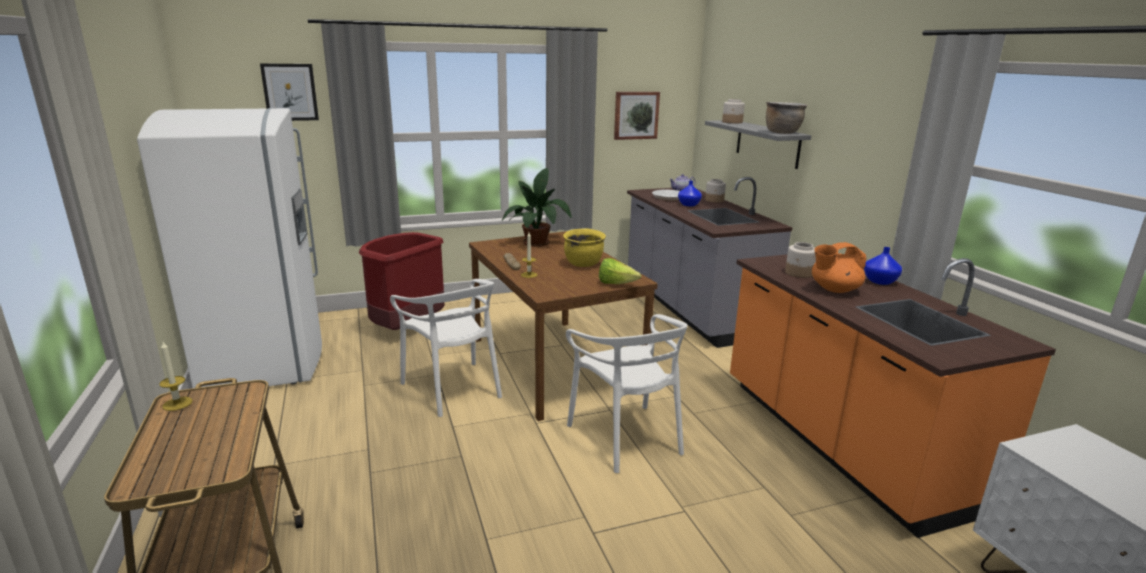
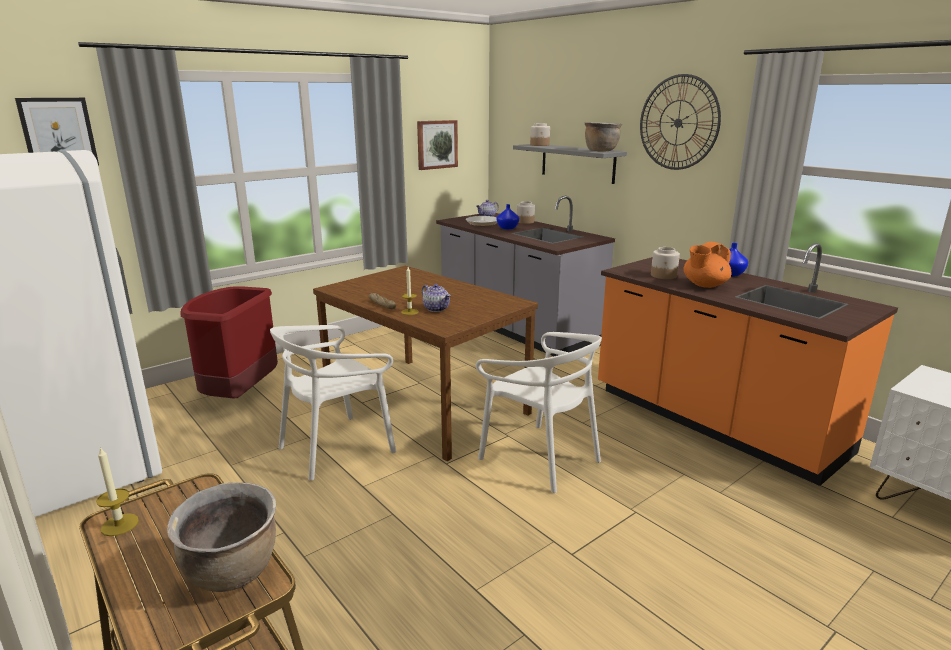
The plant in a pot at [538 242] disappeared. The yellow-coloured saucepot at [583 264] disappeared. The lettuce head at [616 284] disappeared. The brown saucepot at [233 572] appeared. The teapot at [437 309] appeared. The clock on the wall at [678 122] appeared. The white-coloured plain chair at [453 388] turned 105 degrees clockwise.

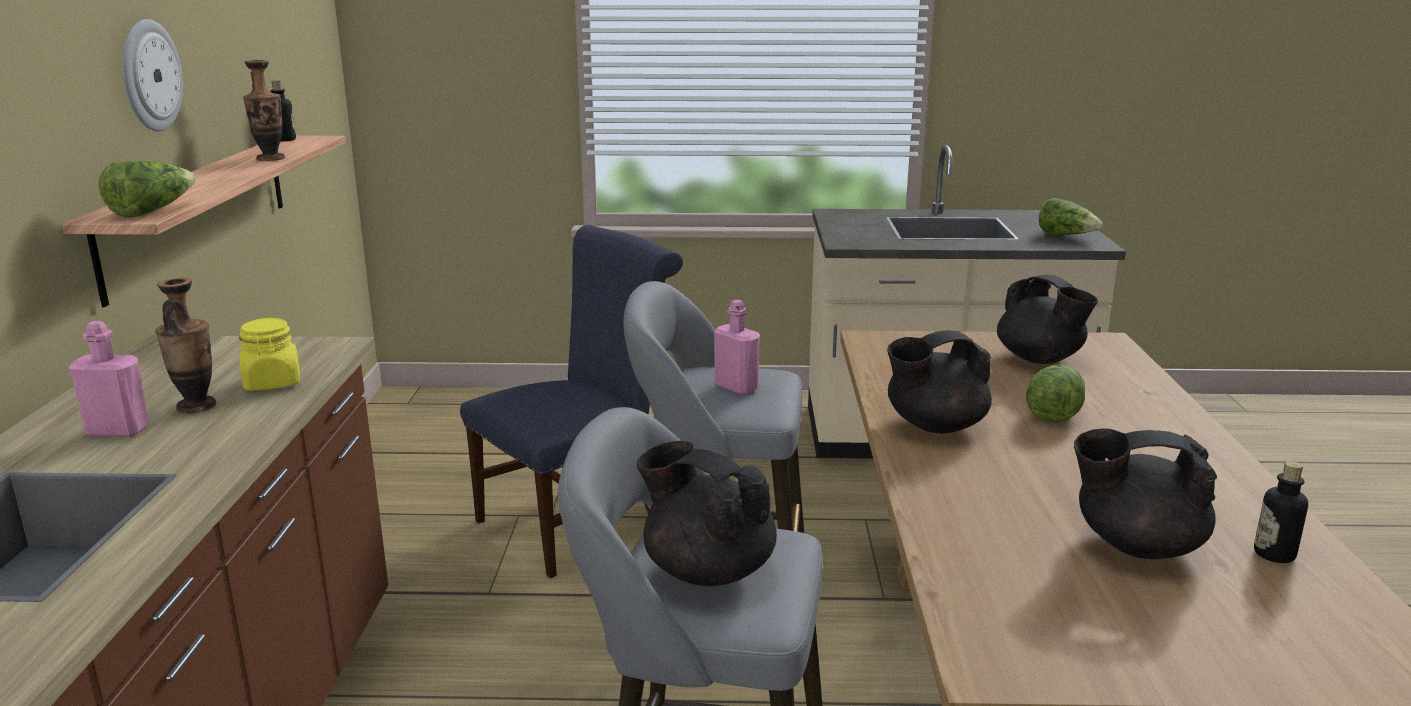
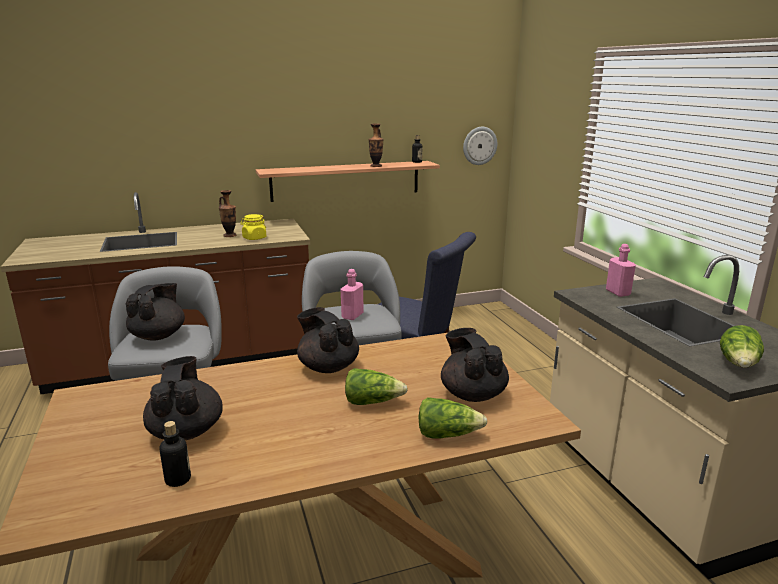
The pink beverage bottle moved from [118 431] to [618 292]. The lettuce head moved from [152 211] to [447 434]. The clock on the wall moved from [149 76] to [479 145]. The blackish teapot at [1040 359] turned 120 degrees clockwise.

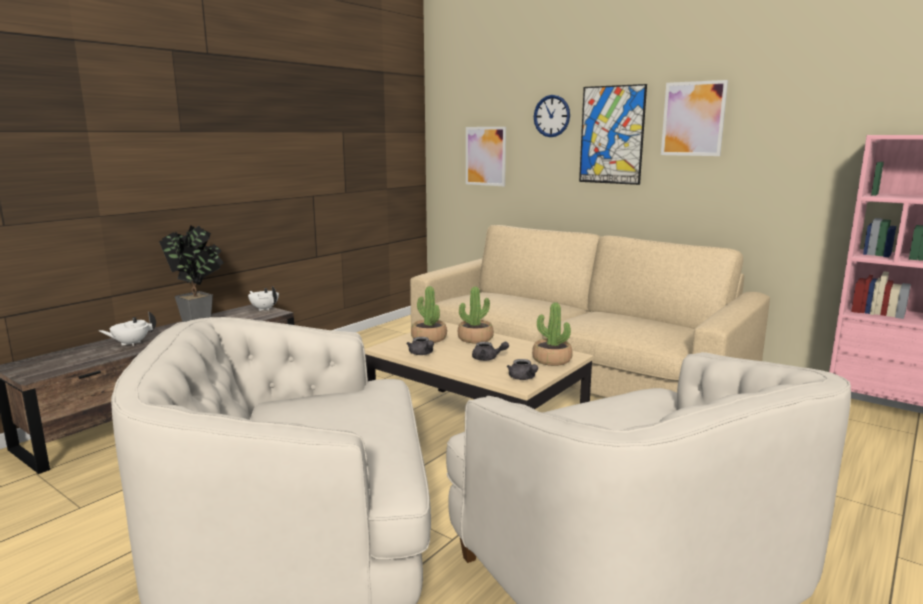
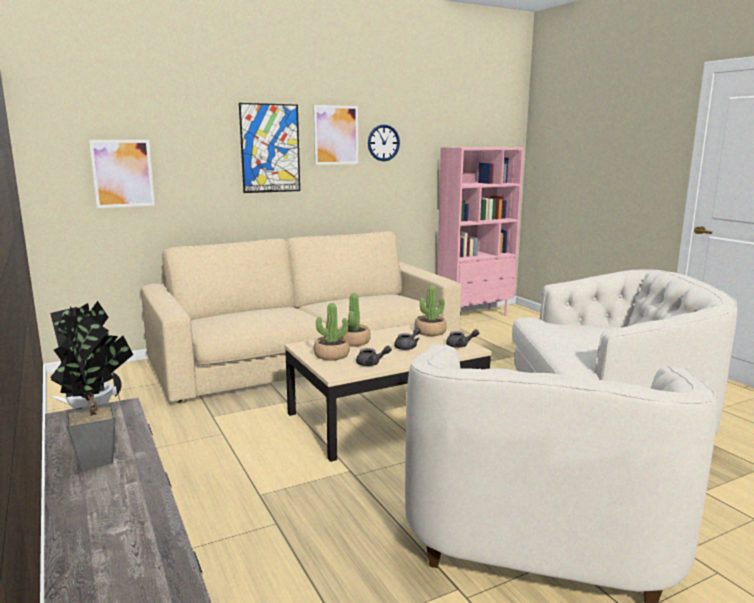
The white-coloured teapot at [131 343] disappeared. The clock on the wall moved from [551 116] to [383 143].

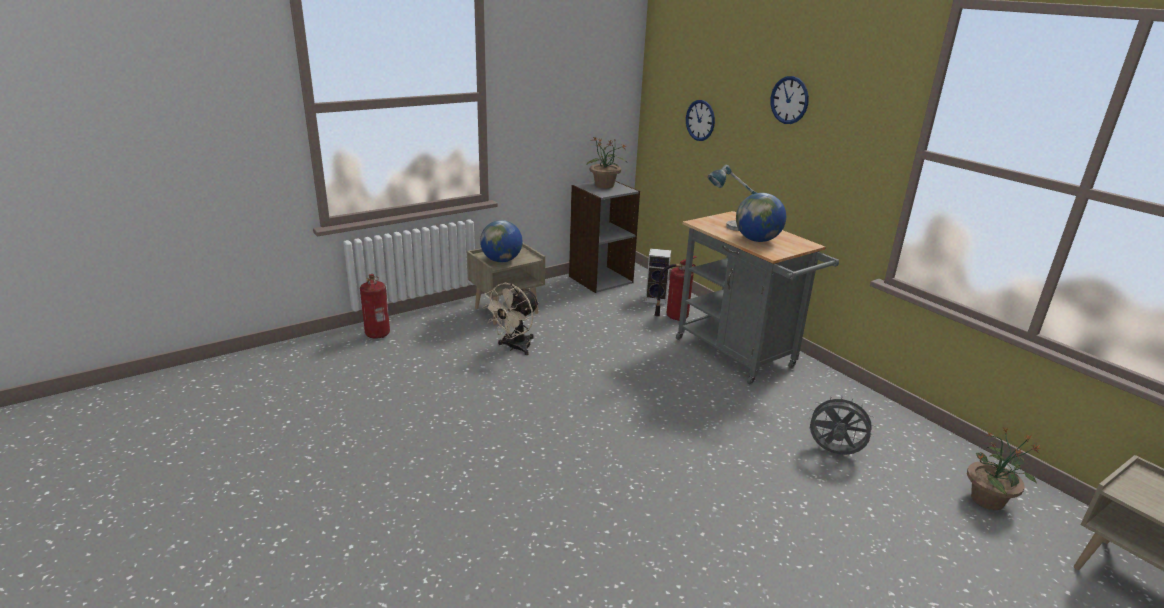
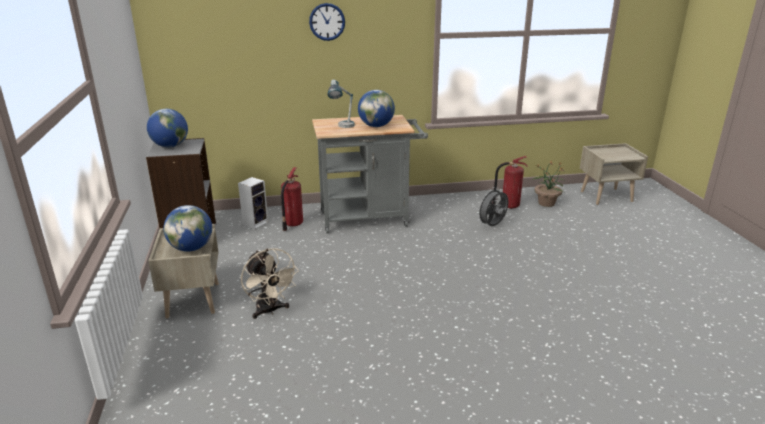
The clock on the wall at [700 120] disappeared. The fire extinguisher moved from [378 334] to [508 205]. The plant in a pot at [604 186] was replaced by the globe at [170 146].

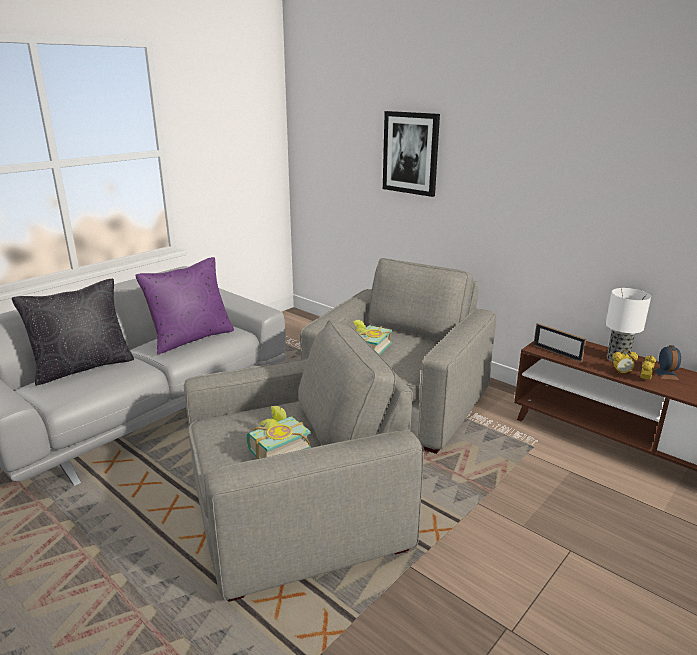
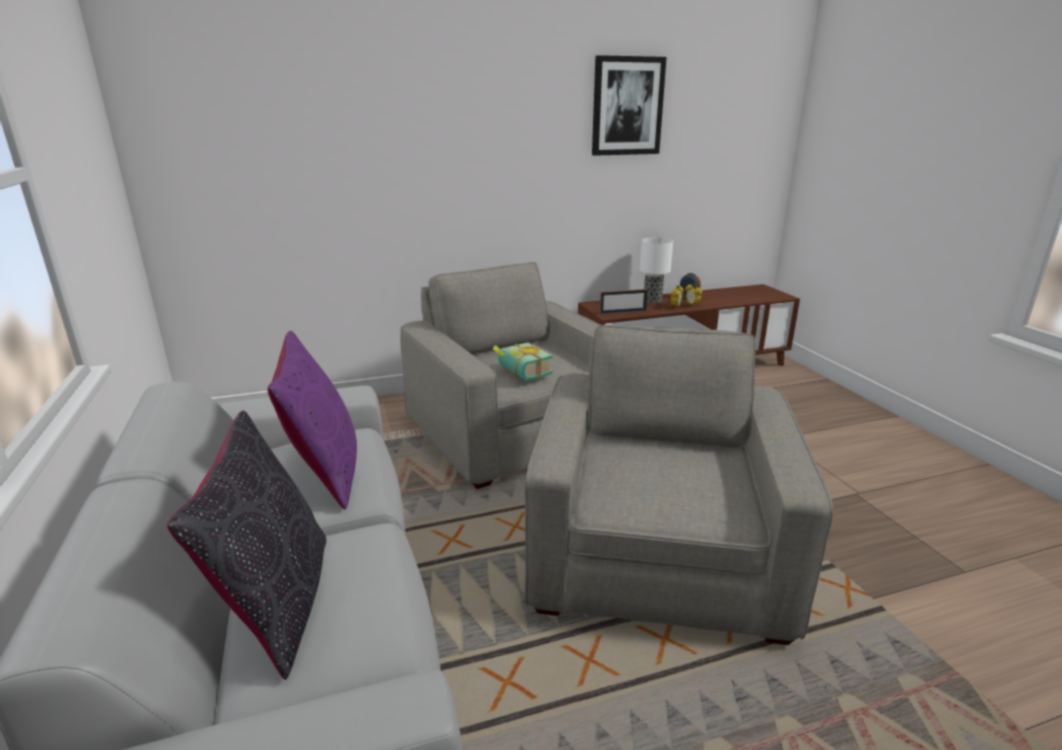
The book at [276 449] disappeared. The wall picture moved from [411 153] to [627 106].

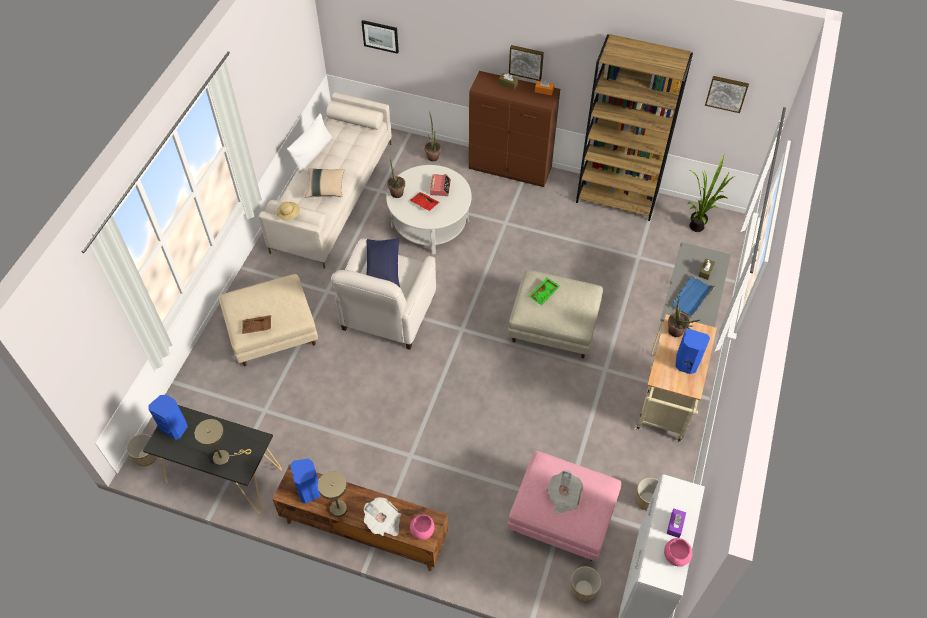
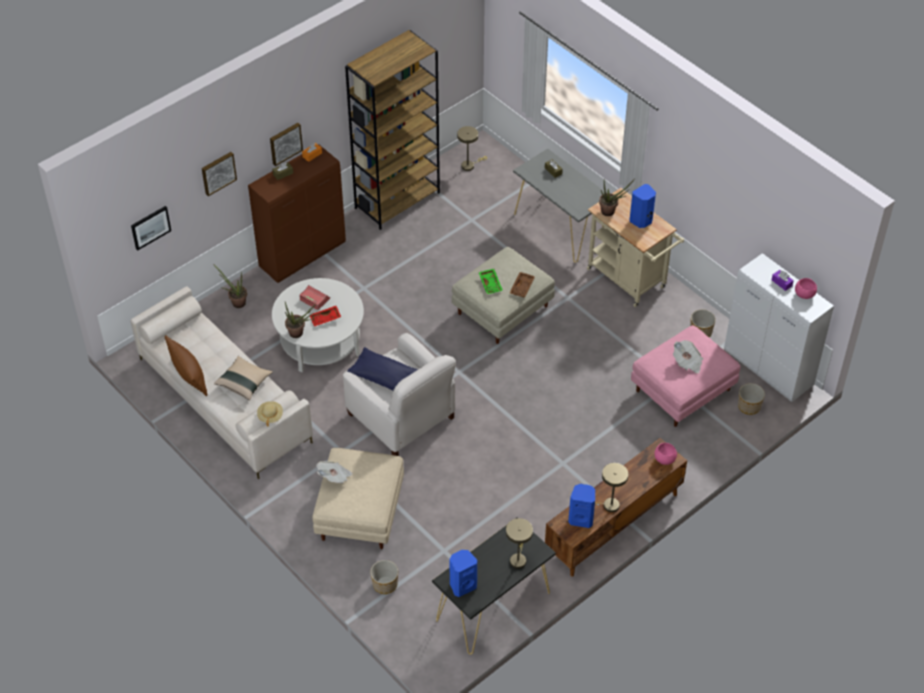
The blue serving tray at [691 297] disappeared. The planter moved from [147 456] to [385 584]. The brown serving tray moved from [257 327] to [522 287]. The newspaper moved from [383 522] to [335 477]. The wall picture moved from [726 93] to [218 172]. The plant in a pot at [699 225] was replaced by the sand-coloured lamp for a table at [469 165]. The white-coloured cushion at [312 153] became the brown cushion at [189 375].

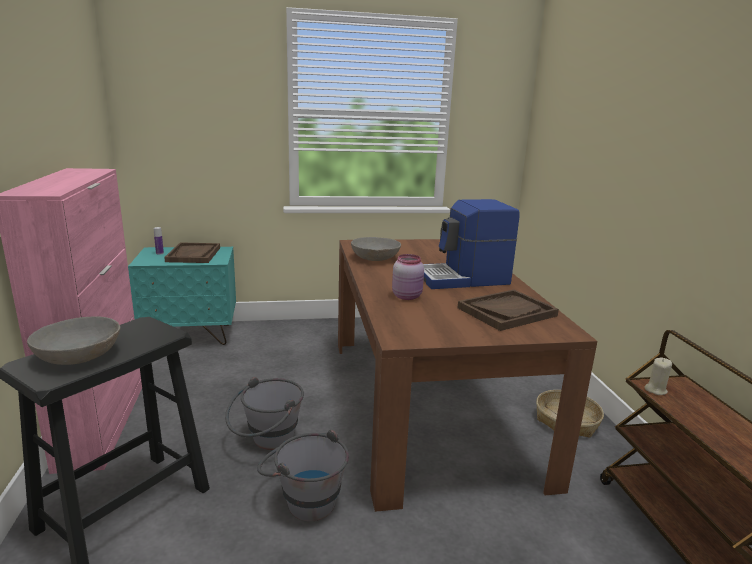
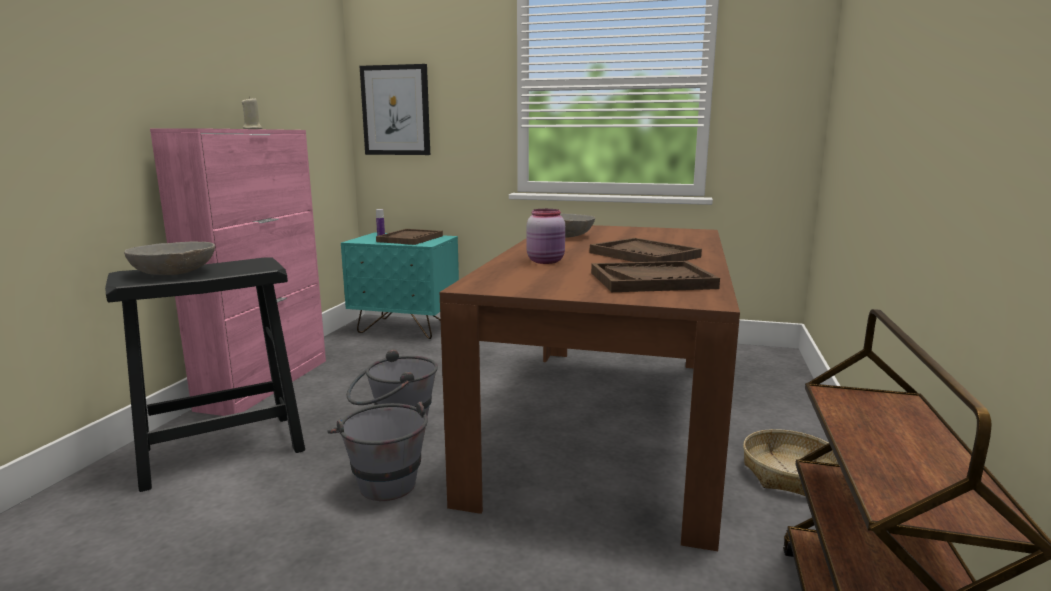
The wall picture at [396 110] appeared. The sand-coloured wax light moved from [655 390] to [253 129]. The coffee maker at [463 279] was replaced by the brown serving tray at [644 255].

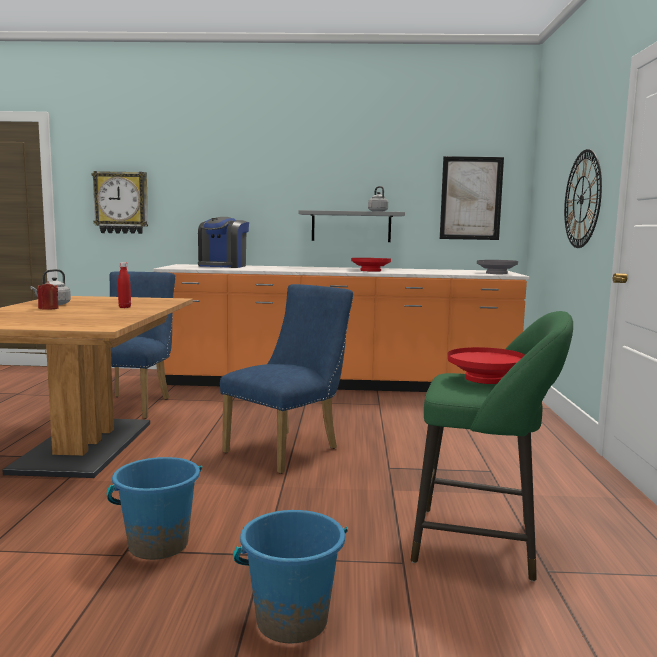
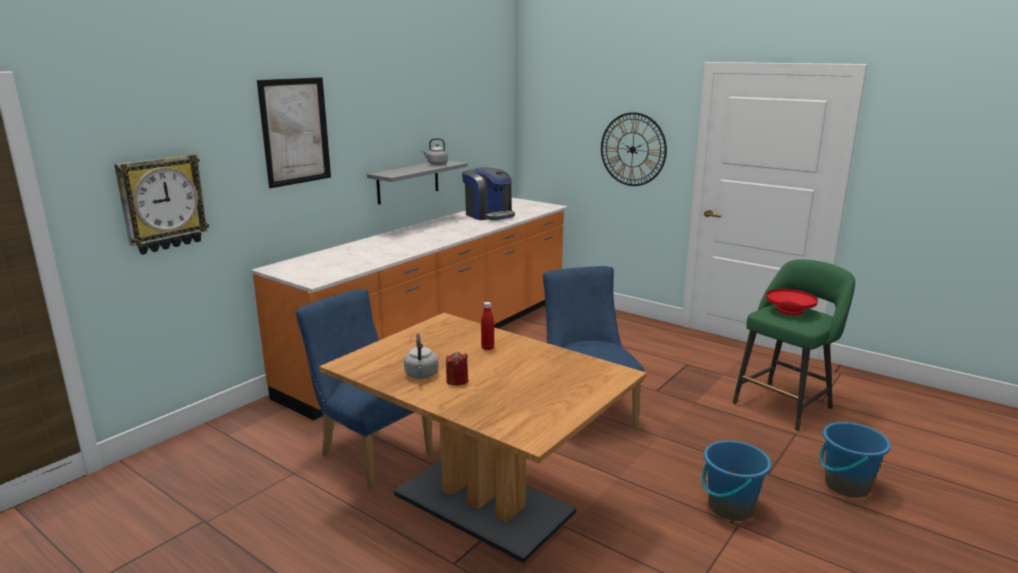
The red-coloured deep dish at [370 271] disappeared. The greyish deep dish at [496 273] disappeared. The coffee maker moved from [223 266] to [489 215]. The wall picture moved from [471 198] to [295 131].

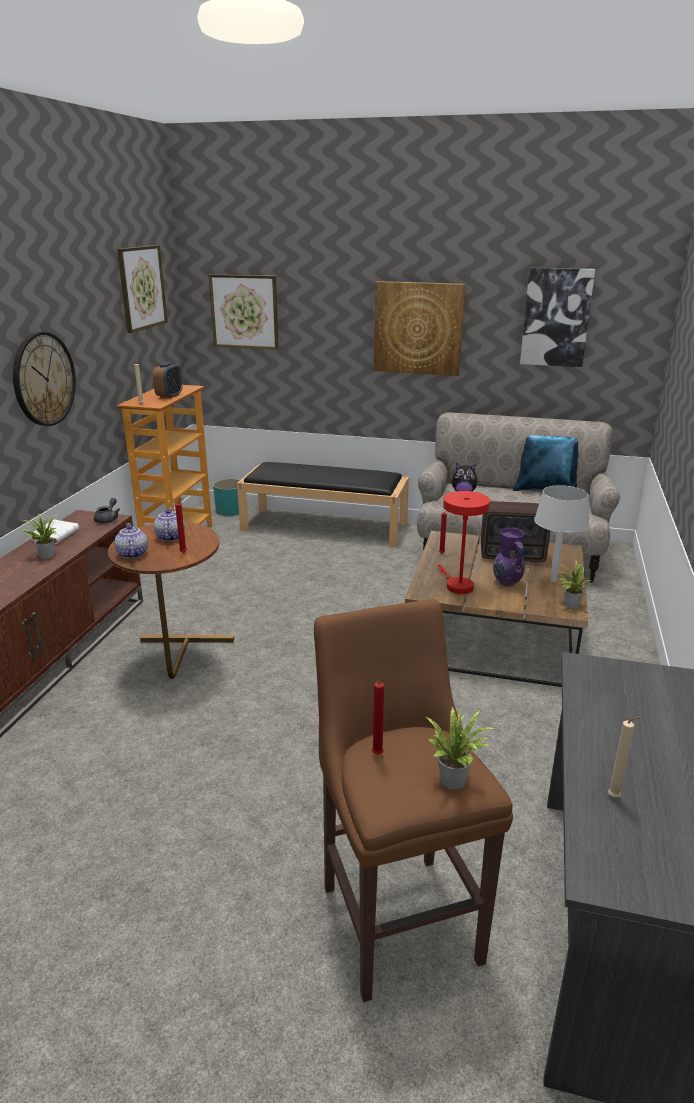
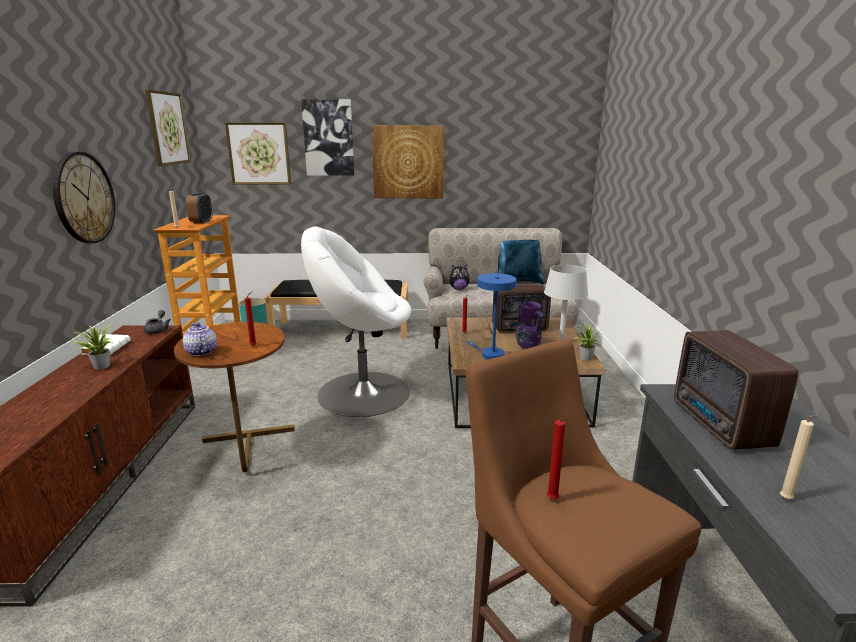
The teapot at [169 537] disappeared. The plant in a pot at [455 779] disappeared. The white-coloured armchair at [362 392] appeared. The radio at [720 426] appeared. The wall picture moved from [556 317] to [328 138]. The red-coloured lamp for a table at [457 585] became the blue lamp for a table at [489 354].

